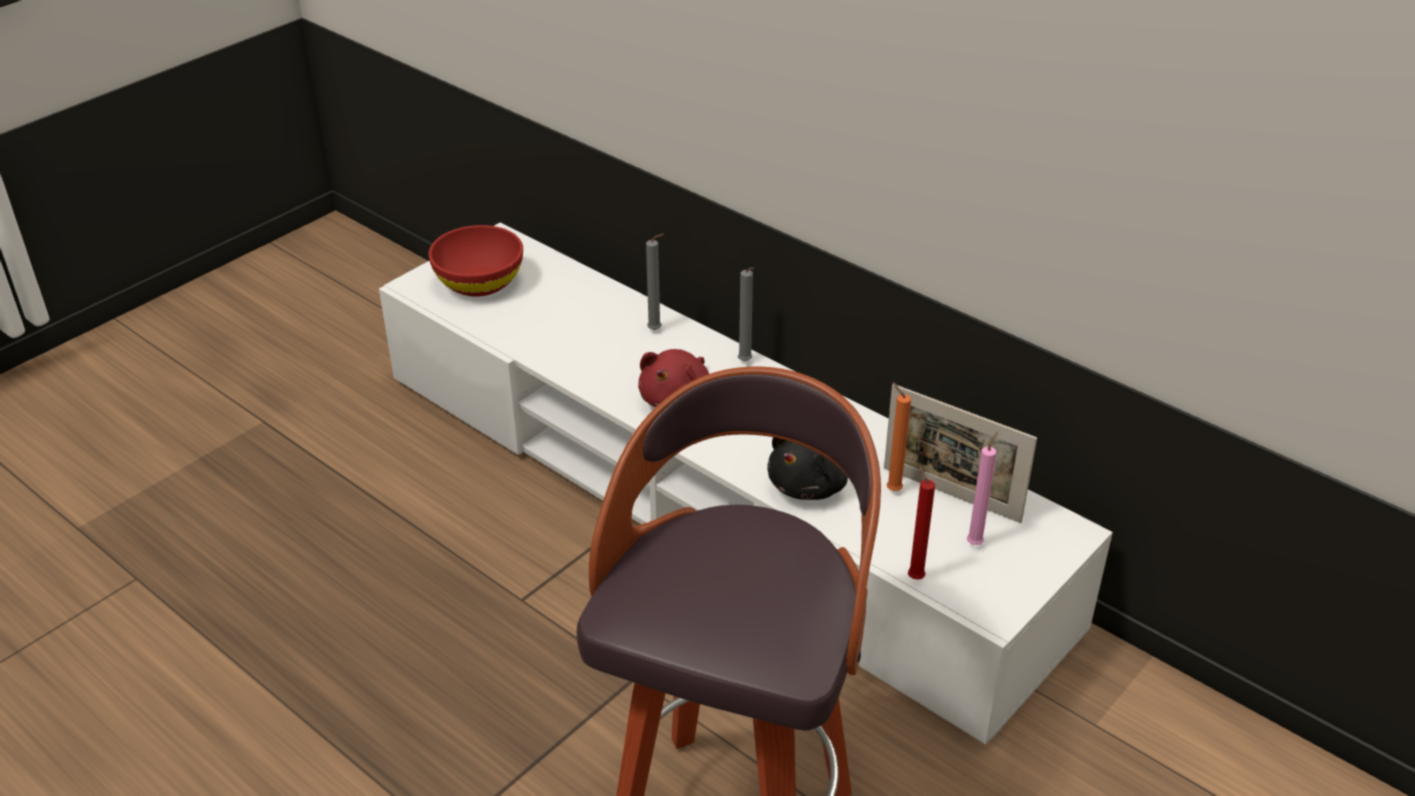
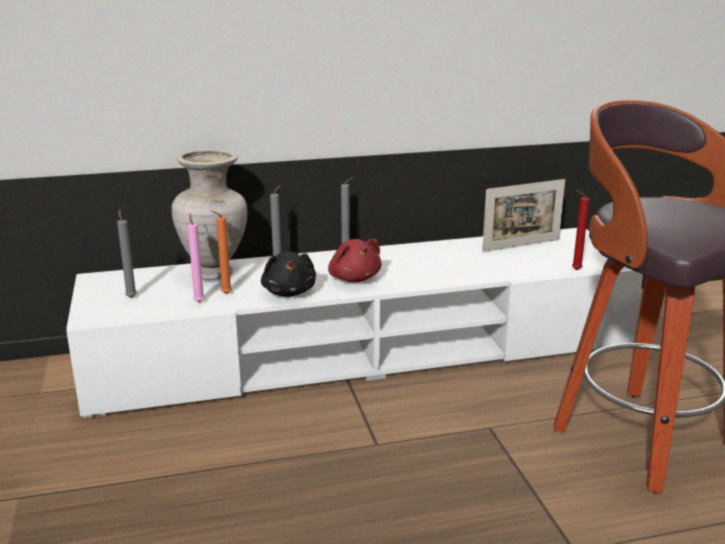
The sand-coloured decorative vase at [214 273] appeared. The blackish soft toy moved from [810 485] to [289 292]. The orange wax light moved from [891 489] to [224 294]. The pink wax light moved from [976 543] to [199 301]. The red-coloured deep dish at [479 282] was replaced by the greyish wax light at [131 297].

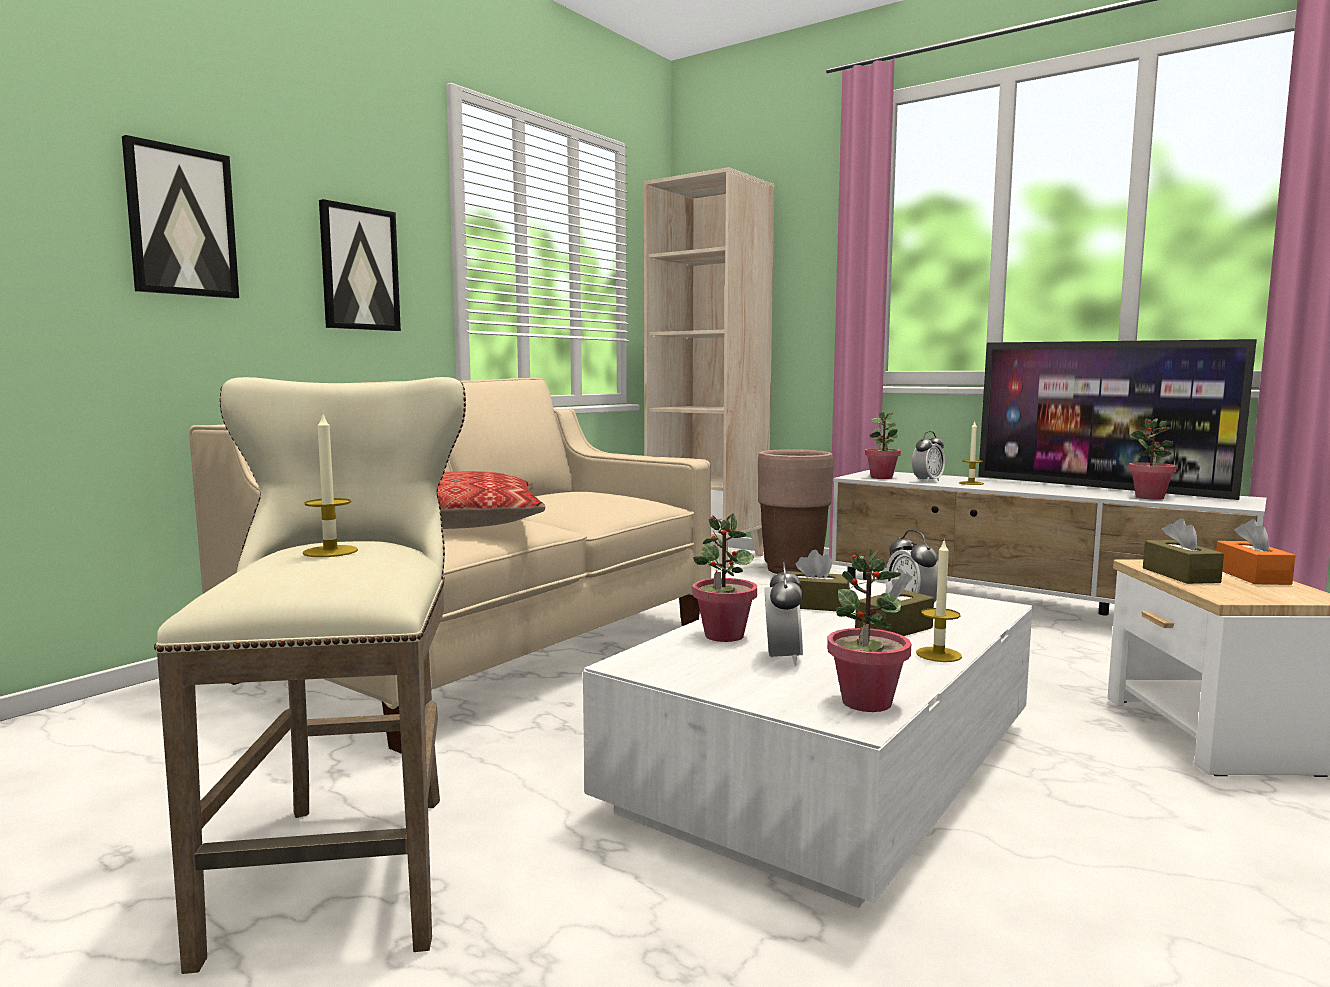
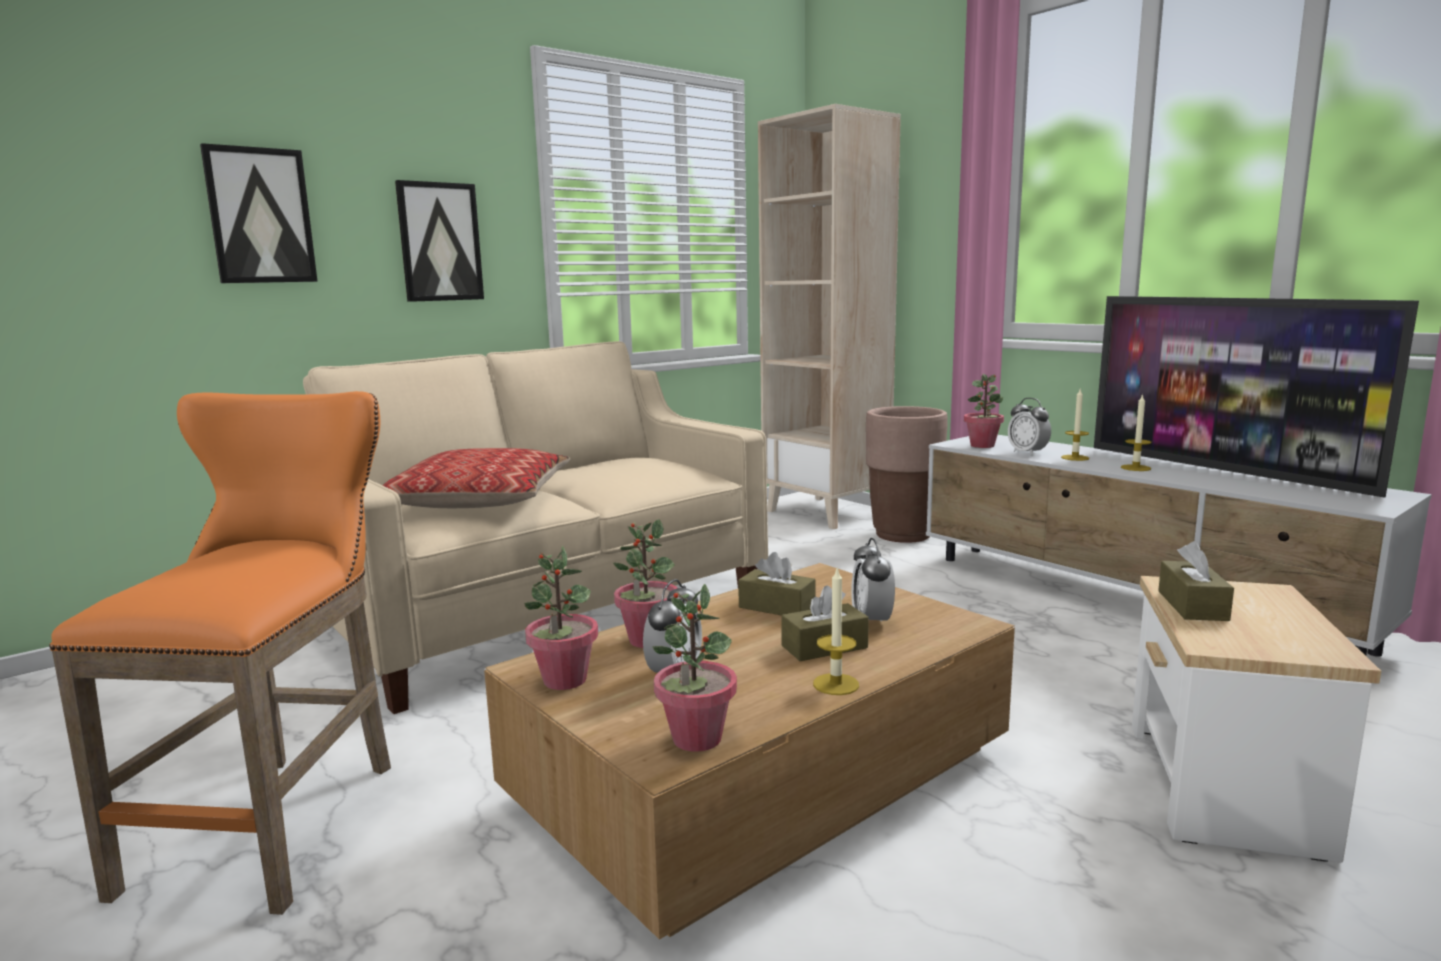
The orange tissue box at [1251 576] disappeared. The wax light moved from [330 551] to [1135 468]. The plant in a pot moved from [1149 497] to [564 680]. The sand-coloured sitting stool at [349 862] became the orange sitting stool at [282 818]. The white-coloured low table at [831 766] became the brown low table at [763 775]. The table clock at [927 481] turned 90 degrees clockwise.

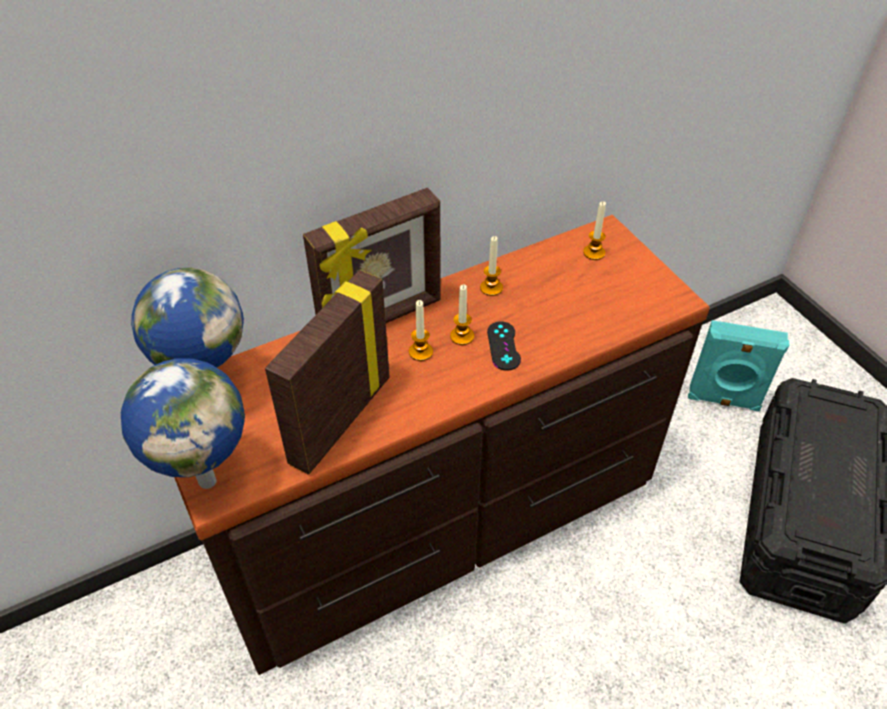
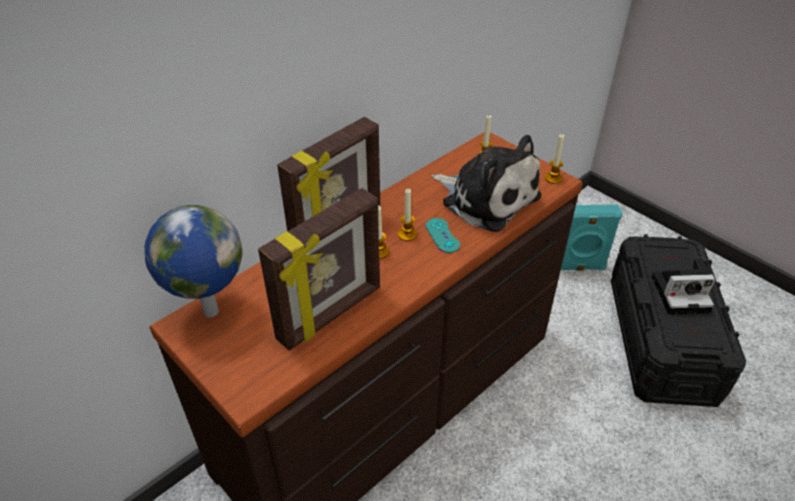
The globe at [207 479] disappeared. The soft toy at [486 198] appeared. The still camera at [682 293] appeared. The wax light moved from [491 288] to [553 178]. The blackish joypad at [503 346] became the turquoise-coloured joypad at [442 235]. The standing frame at [338 419] turned 150 degrees counterclockwise.

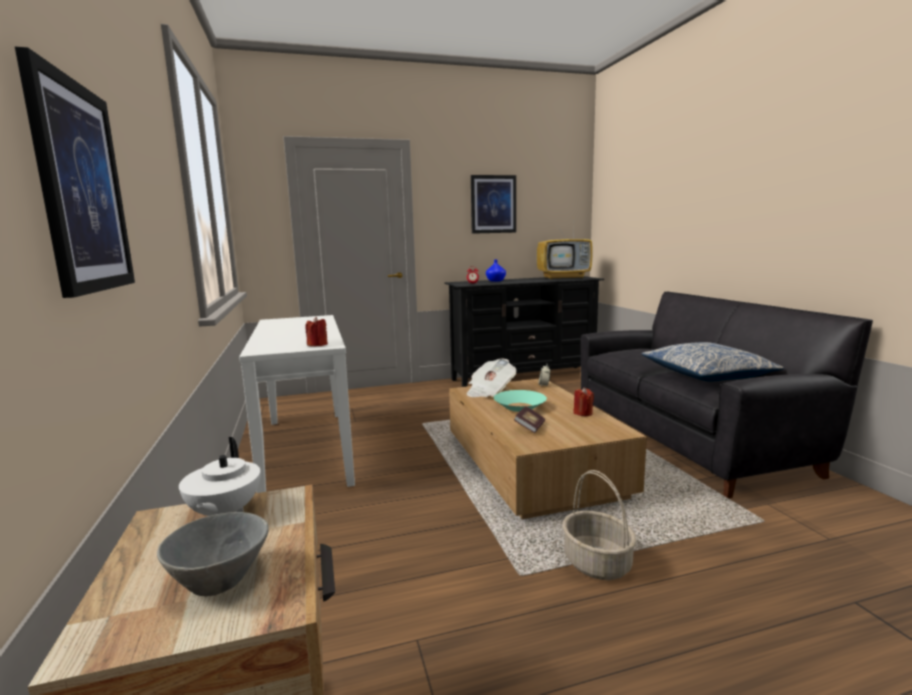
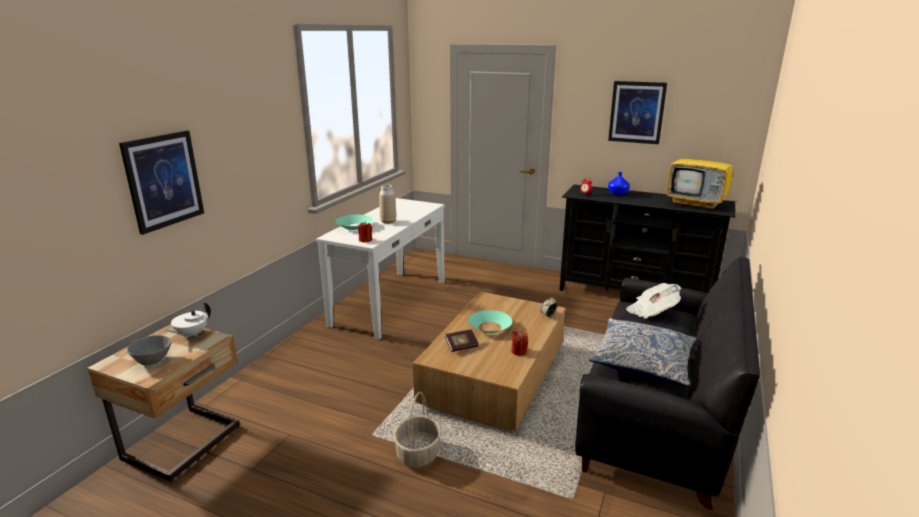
The turquoise-coloured deep dish at [354 226] appeared. The decorative vase at [388 221] appeared. The newspaper moved from [489 391] to [651 312].

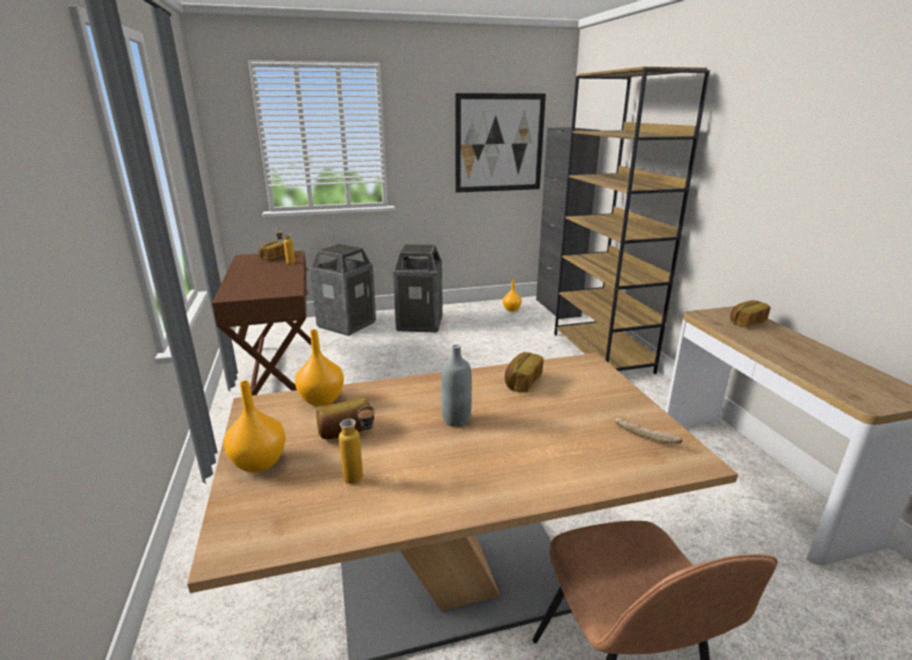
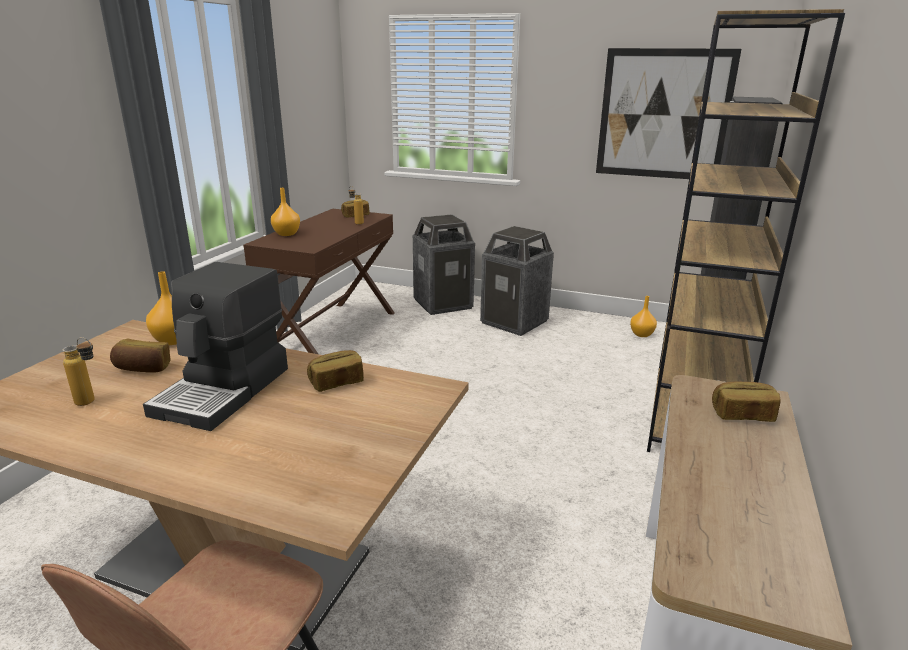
The baked bread at [646 436] disappeared. The orange decorative vase moved from [260 462] to [287 234]. The greyish beverage bottle at [456 419] was replaced by the coffee maker at [225 391].

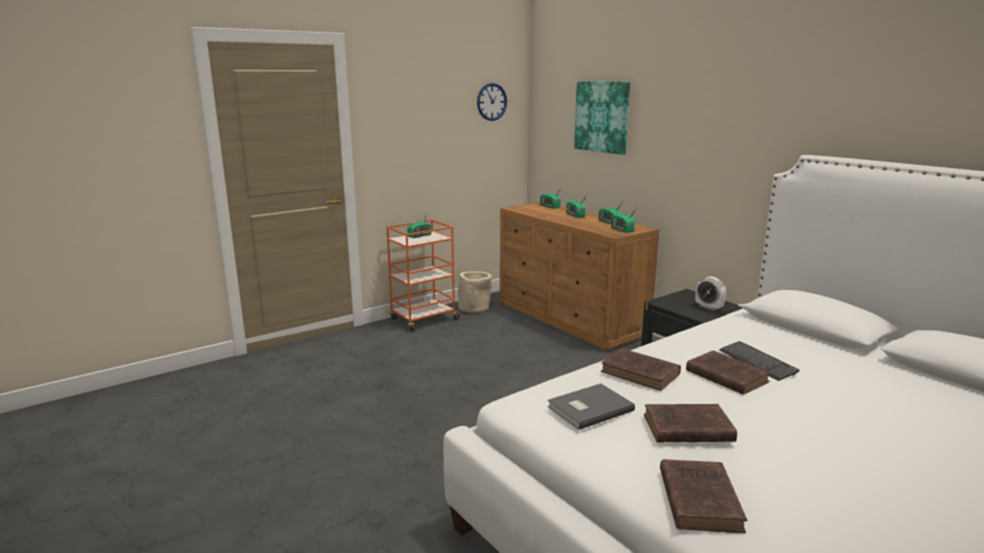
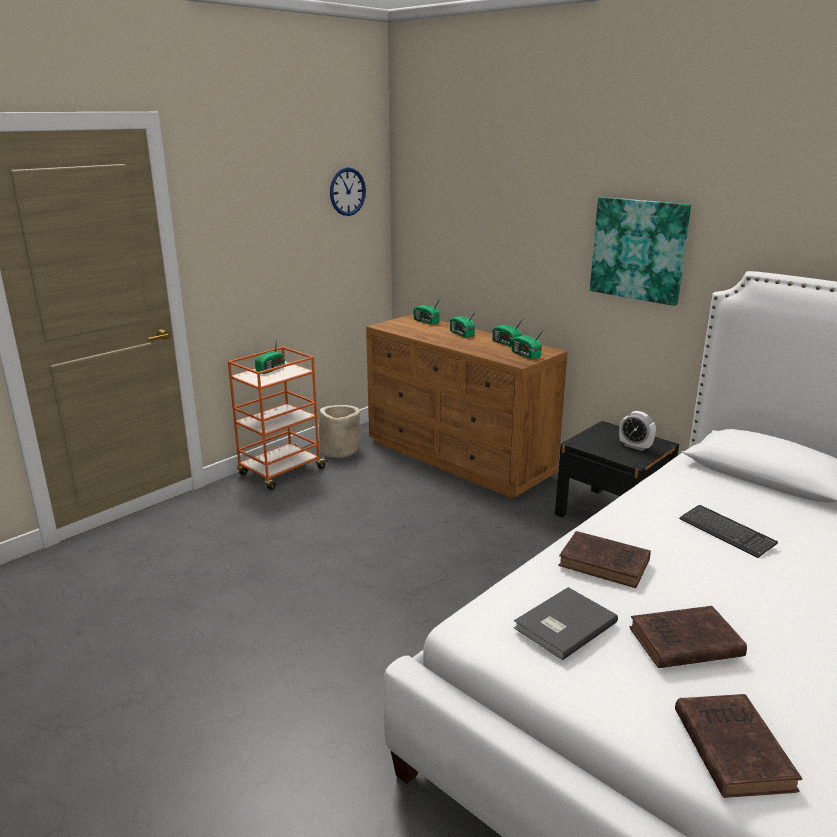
The brown book at [724 375] disappeared. The wall picture moved from [602 117] to [639 249].

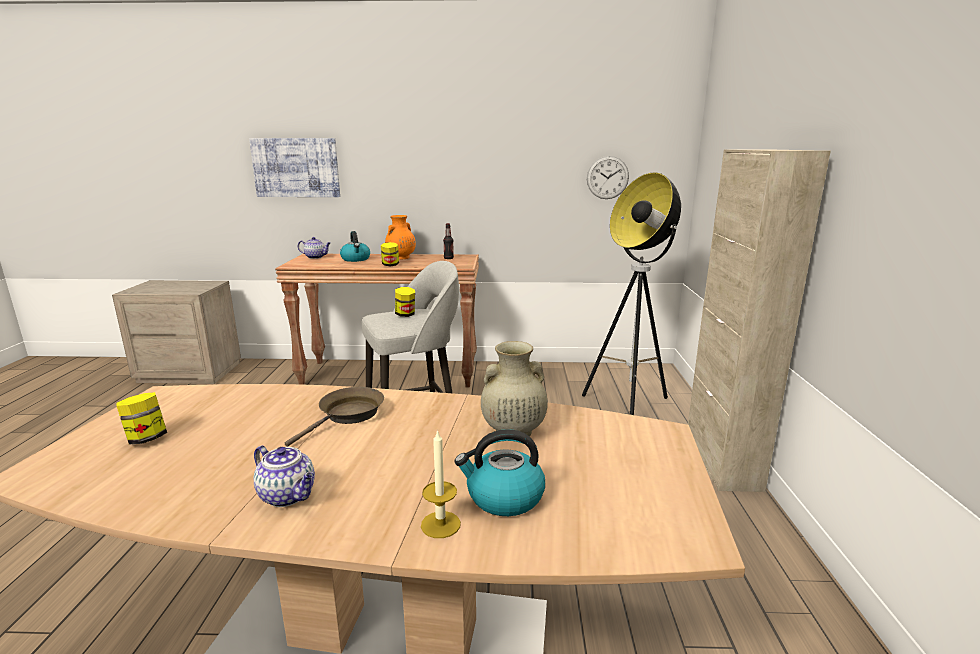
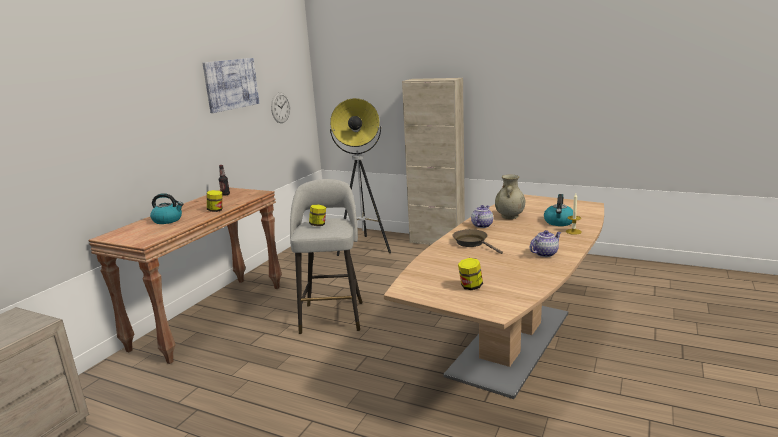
The orange decorative vase at [400 258] disappeared. The wall picture moved from [296 168] to [231 84]. The teapot moved from [316 257] to [482 225].

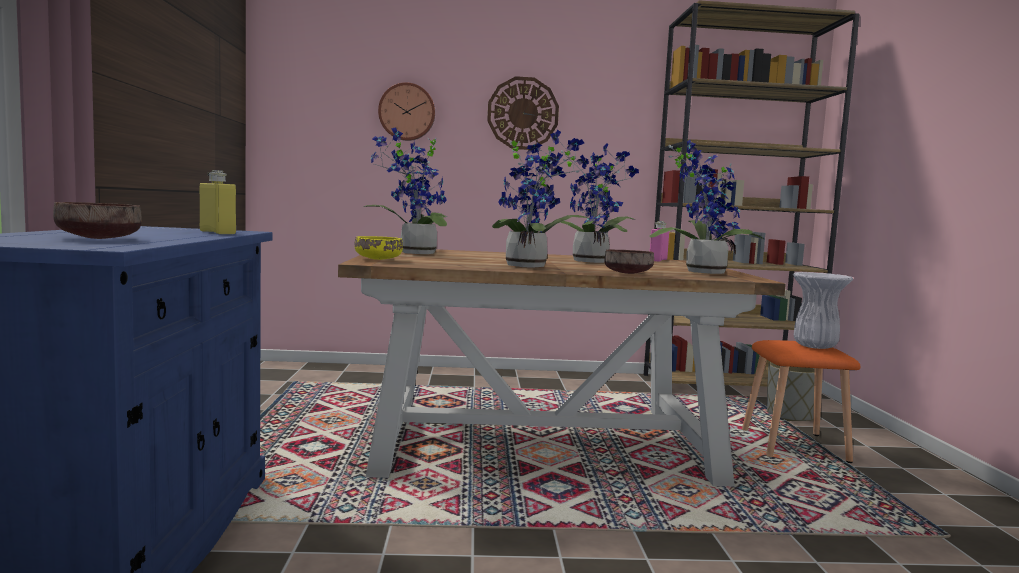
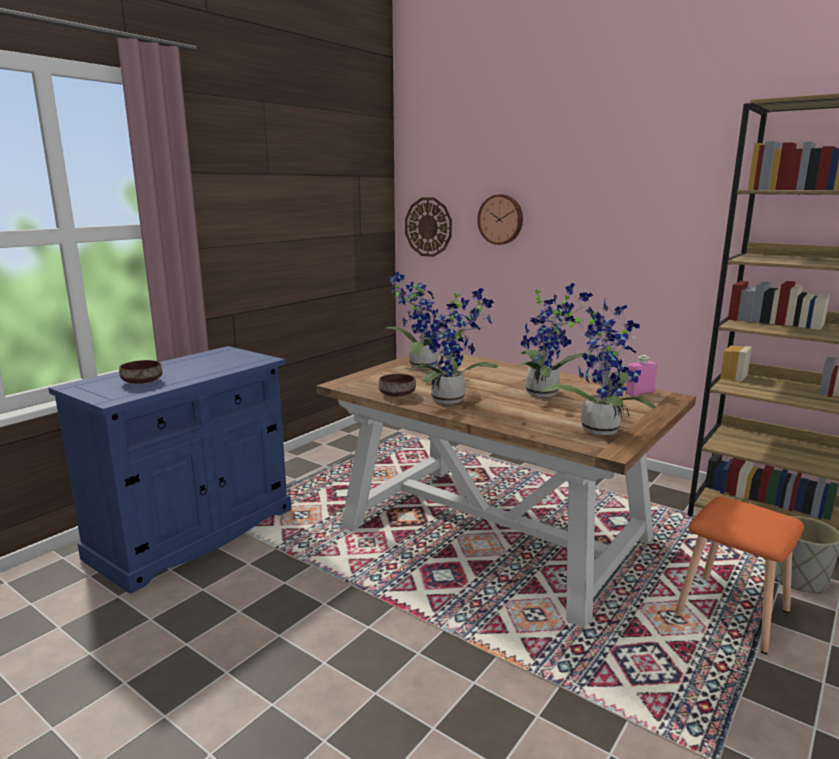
The yellow-coloured beverage bottle at [217 232] disappeared. The yellow-coloured deep dish at [379 259] disappeared. The white-coloured decorative vase at [815 346] disappeared. The clock on the wall moved from [523 113] to [428 227]. The brown deep dish moved from [626 273] to [397 394].

